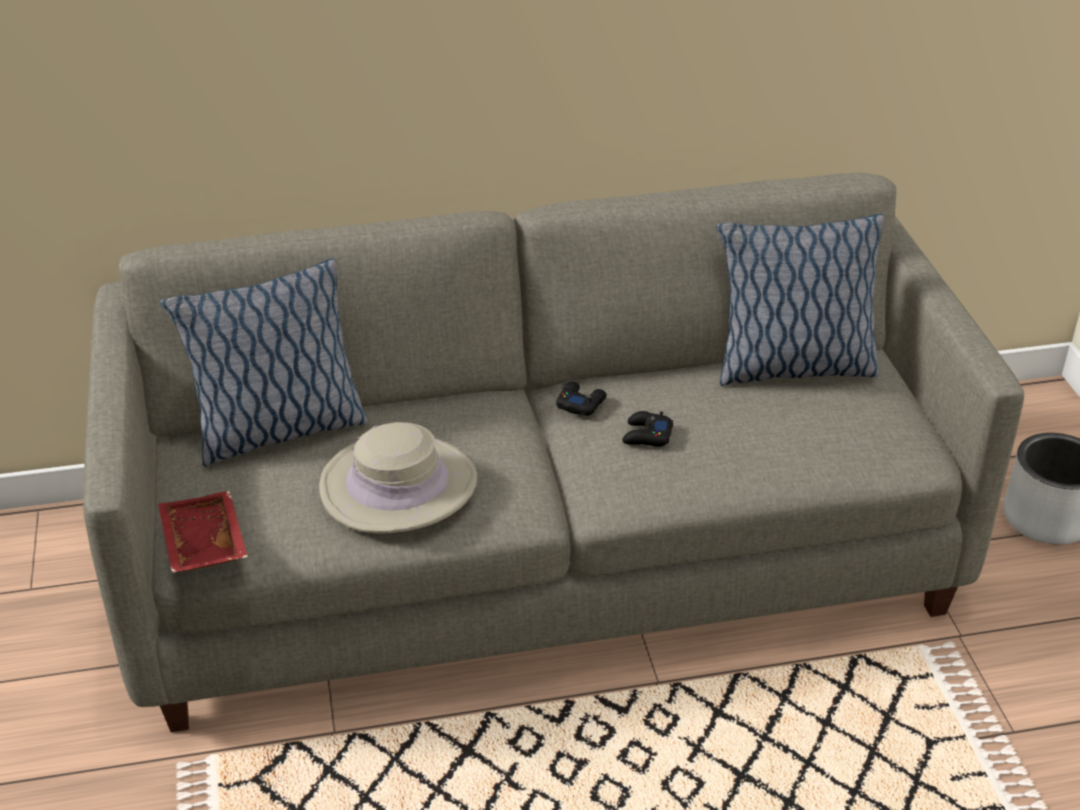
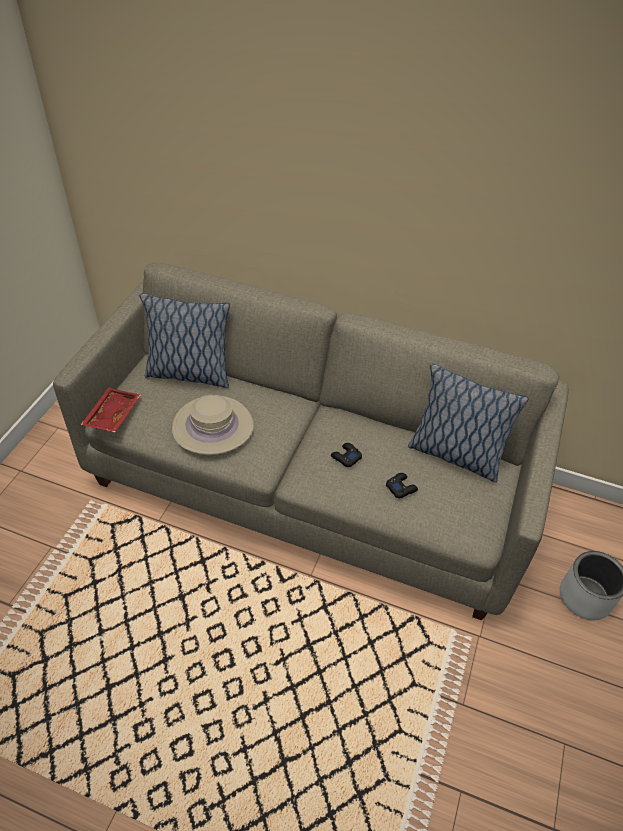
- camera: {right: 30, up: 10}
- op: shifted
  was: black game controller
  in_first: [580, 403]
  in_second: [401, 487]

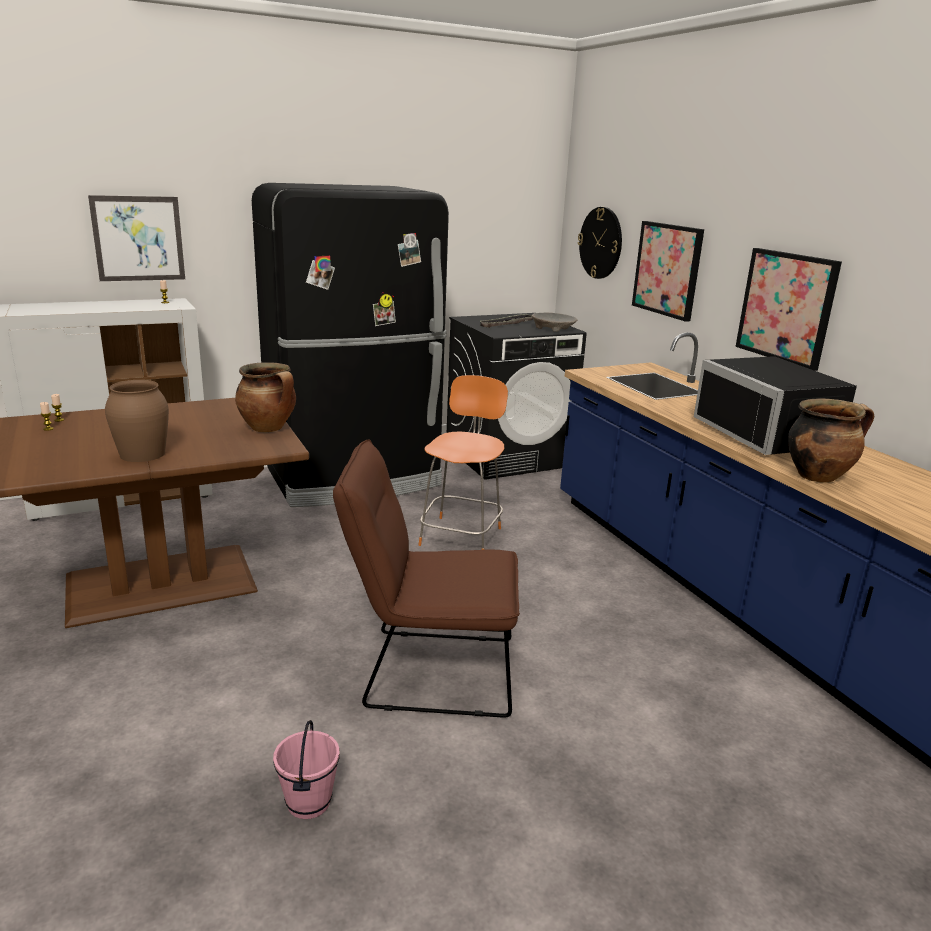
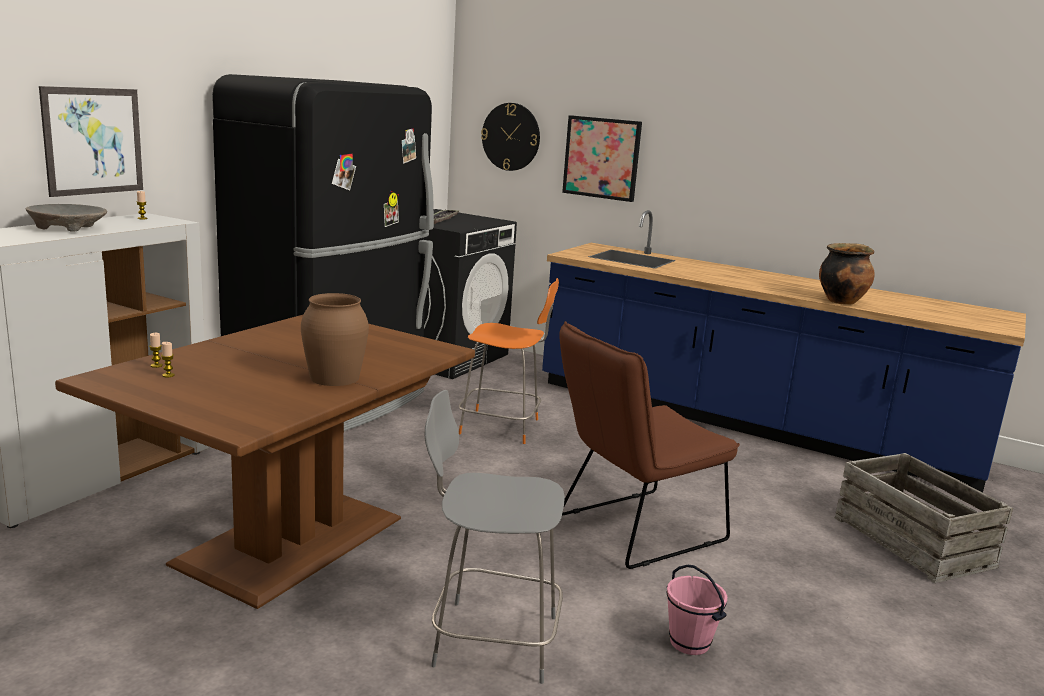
- camera: {right: -35, up: -5}
- op: shifted
  was: beige bowl
  in_first: [553, 328]
  in_second: [68, 227]
- op: new
  now: grey chair
  in_second: [490, 640]
- op: rotated
  was: orange chair
  in_first: [462, 535]
  in_second: [502, 427]
  clockwise: 120
- op: new
  now: crate
  in_second: [911, 542]
- op: gone
  was: cooking pot
  in_first: [269, 428]
- op: gone
  was: black microwave
  in_first: [772, 435]
- op: gone
  was: picture
  in_first: [787, 307]

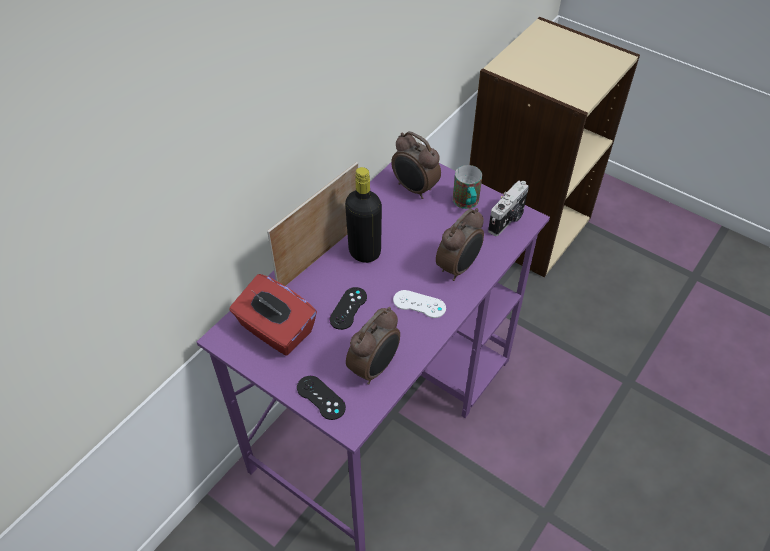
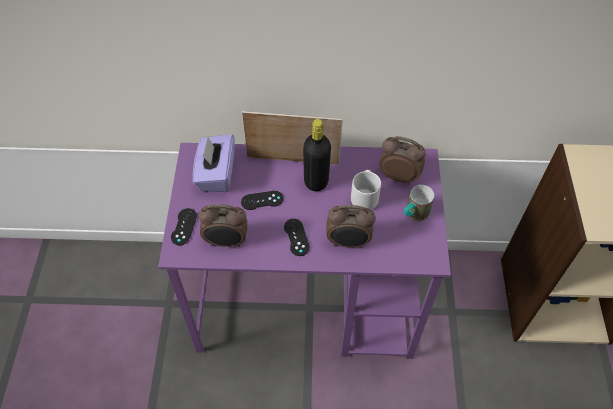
- camera: {right: 55, up: 5}
- op: repainted
  was: red tissue box
  now: purple tissue box
  in_first: [275, 330]
  in_second: [216, 174]
- op: repainted
  was: white game controller
  now: black game controller
  in_first: [419, 304]
  in_second: [296, 237]
- op: new
  now: grey mug
  in_second: [364, 197]
- op: rotated
  was: alarm clock
  in_first: [414, 189]
  in_second: [399, 176]
  clockwise: 105
- op: gone
  was: photo camera
  in_first: [508, 219]

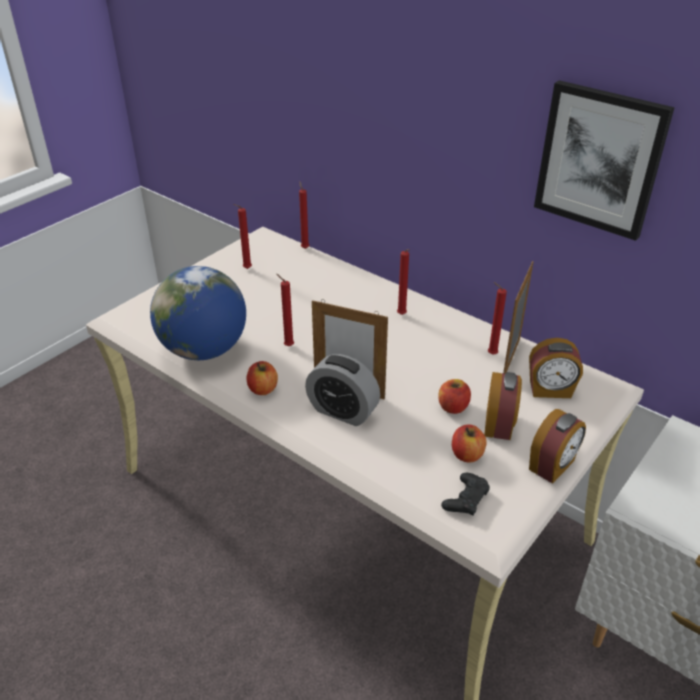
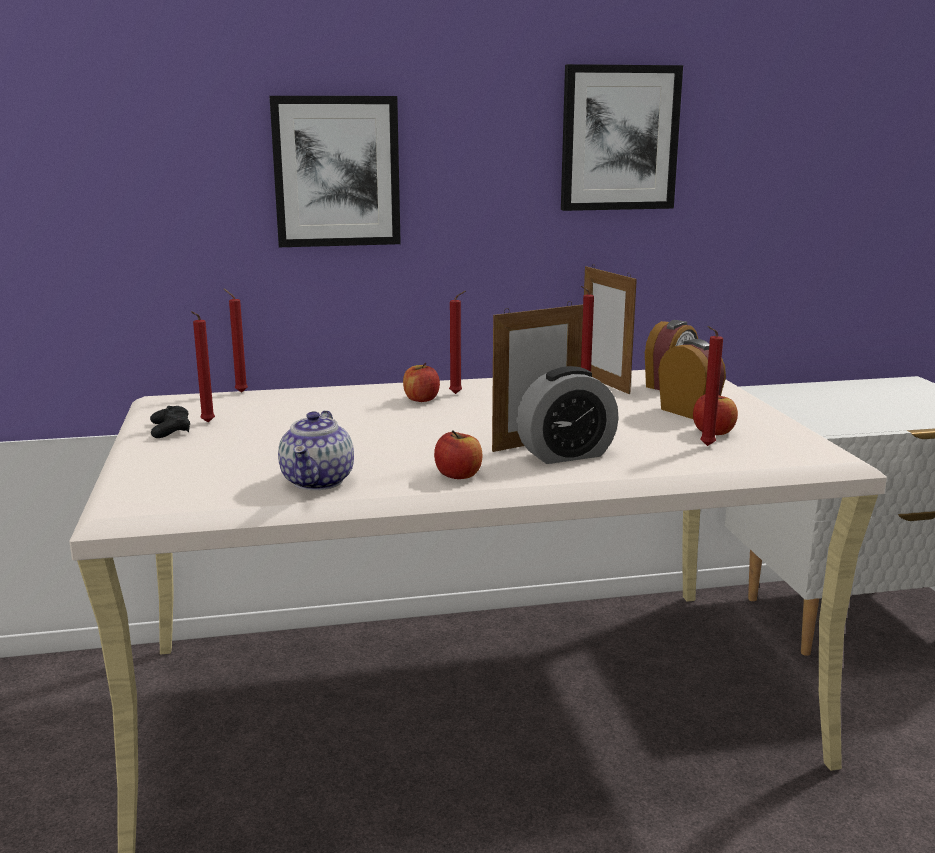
- camera: {right: -50, up: -20}
- op: shifted
  was: black game controller
  in_first: [466, 499]
  in_second: [170, 429]
- op: new
  now: picture
  in_second: [336, 171]
- op: swapped
  was: globe
  now: teapot
  in_first: [204, 350]
  in_second: [318, 481]
- op: shifted
  was: apple
  in_first: [453, 407]
  in_second: [421, 399]
- op: shifted
  was: red candle
  in_first: [287, 345]
  in_second: [705, 446]
- op: gone
  was: alarm clock
  in_first: [552, 466]

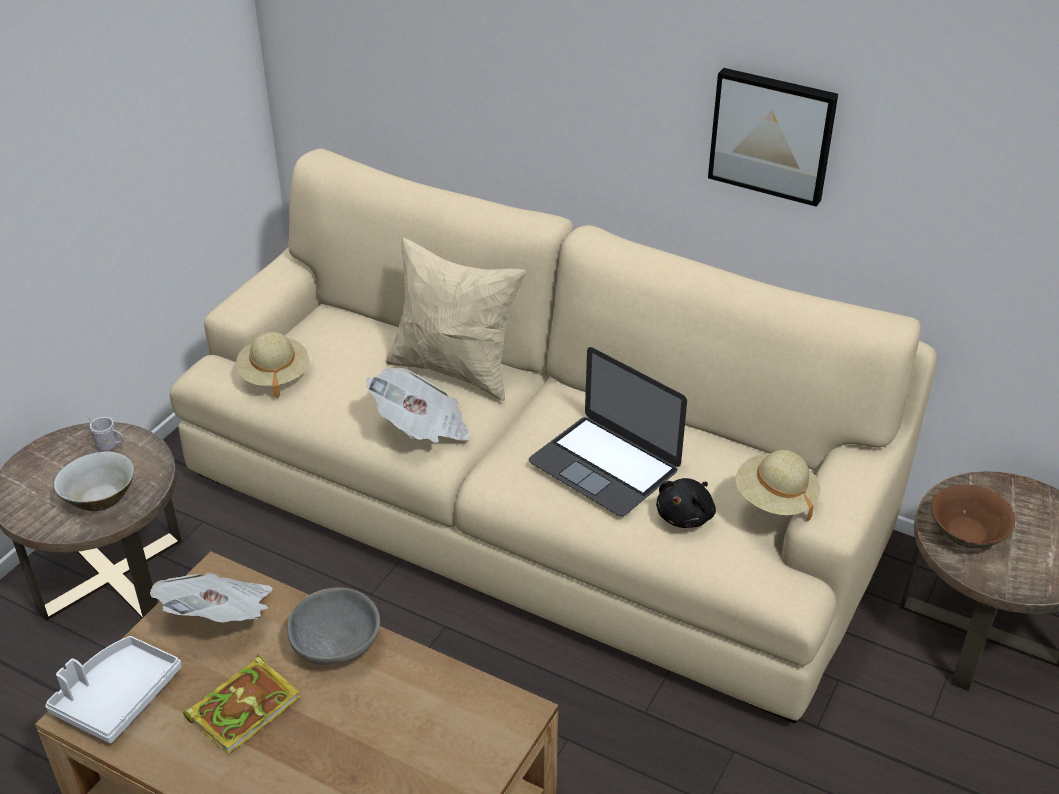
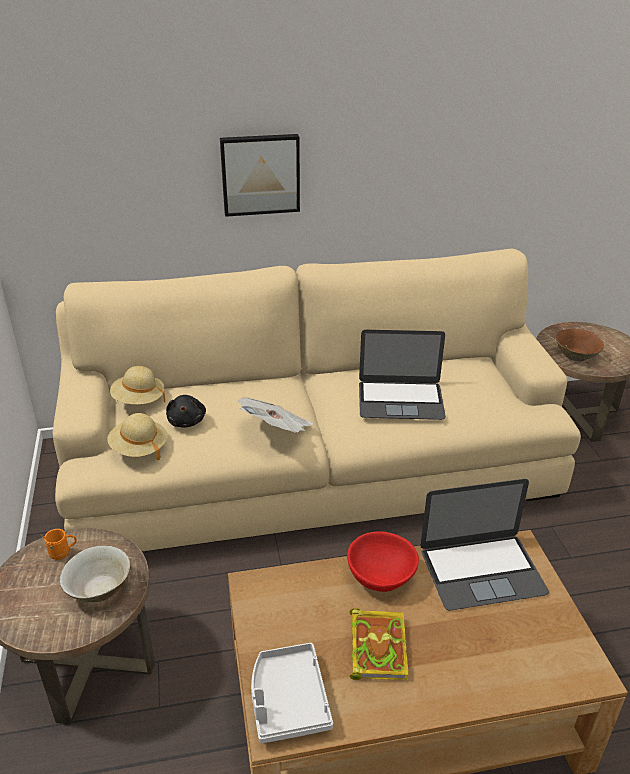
- camera: {right: -40, up: -5}
- op: repainted
  was: white mug
  now: orange mug
  in_first: [111, 447]
  in_second: [63, 553]
- op: shifted
  was: beige hat
  in_first: [775, 499]
  in_second: [139, 400]
- op: shifted
  was: black plush toy
  in_first: [686, 516]
  in_second: [187, 421]
- op: shifted
  was: picture
  in_first: [772, 134]
  in_second: [260, 174]
- op: repainted
  was: grey bowl
  now: red bowl
  in_first: [335, 646]
  in_second: [380, 576]
- op: new
  now: laptop
  in_second: [482, 571]
- op: gone
  was: newspaper
  in_first: [221, 617]
- op: gone
  was: beige pillow
  in_first: [455, 370]

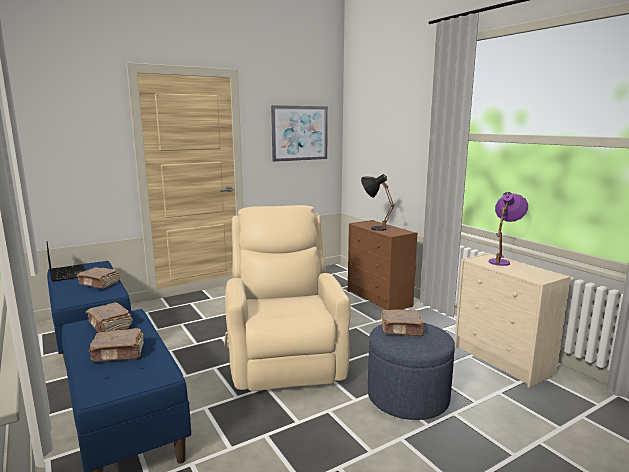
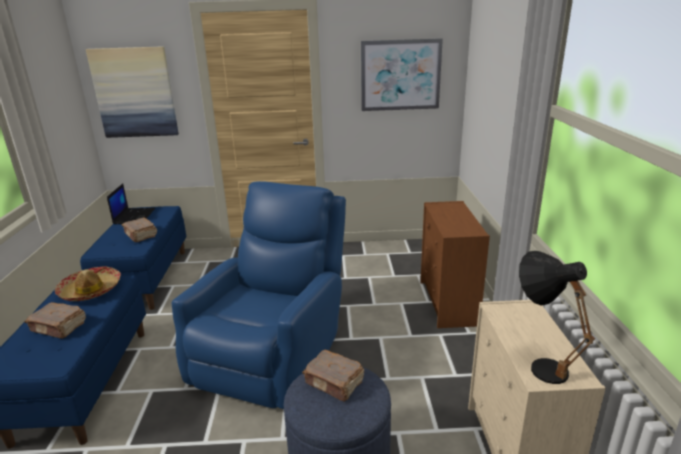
- camera: {right: 30, up: 10}
- op: swapped
  was: brown book
  now: hat
  in_first: [110, 326]
  in_second: [90, 290]
- op: new
  now: picture
  in_second: [135, 93]
- op: repainted
  was: beige armchair
  now: blue armchair
  in_first: [284, 354]
  in_second: [273, 350]
- op: shifted
  was: black table lamp
  in_first: [373, 228]
  in_second: [539, 363]
- op: gone
  was: purple table lamp
  in_first: [502, 261]

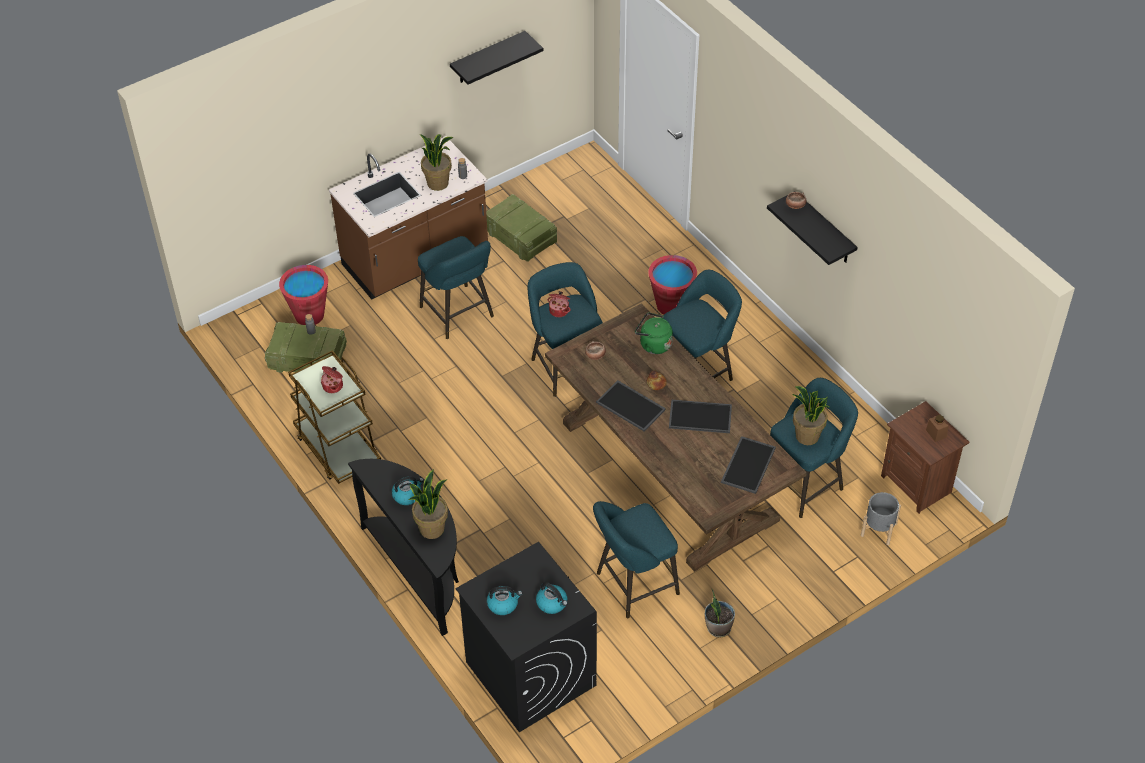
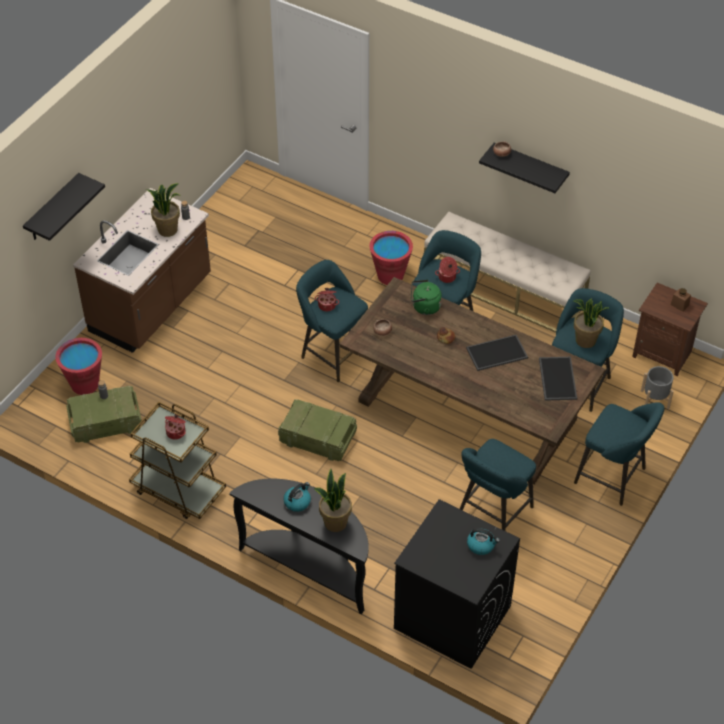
- camera: {right: -25, up: 0}
- op: shifted
  was: black shelf
  in_first: [488, 58]
  in_second: [53, 209]
- op: shifted
  was: crate
  in_first: [519, 237]
  in_second: [316, 438]
- op: new
  now: beige bench
  in_second: [503, 289]
- op: new
  now: cooking pot
  in_second: [447, 277]
- op: shifted
  was: turquoise stool
  in_first: [459, 315]
  in_second: [613, 478]
- op: gone
  was: kettle
  in_first: [503, 604]
- op: gone
  was: tray
  in_first: [631, 406]
- op: gone
  was: potted plant
  in_first: [718, 628]

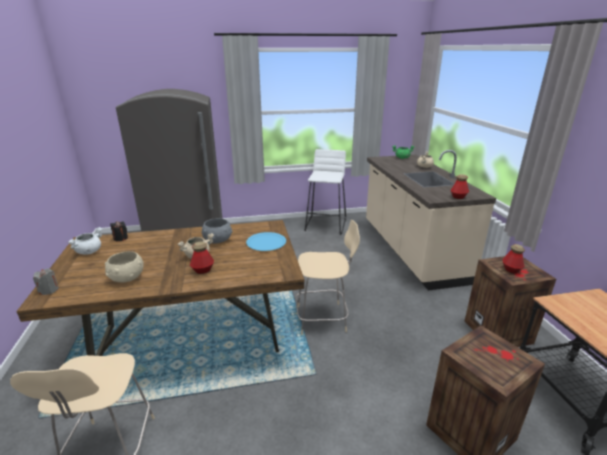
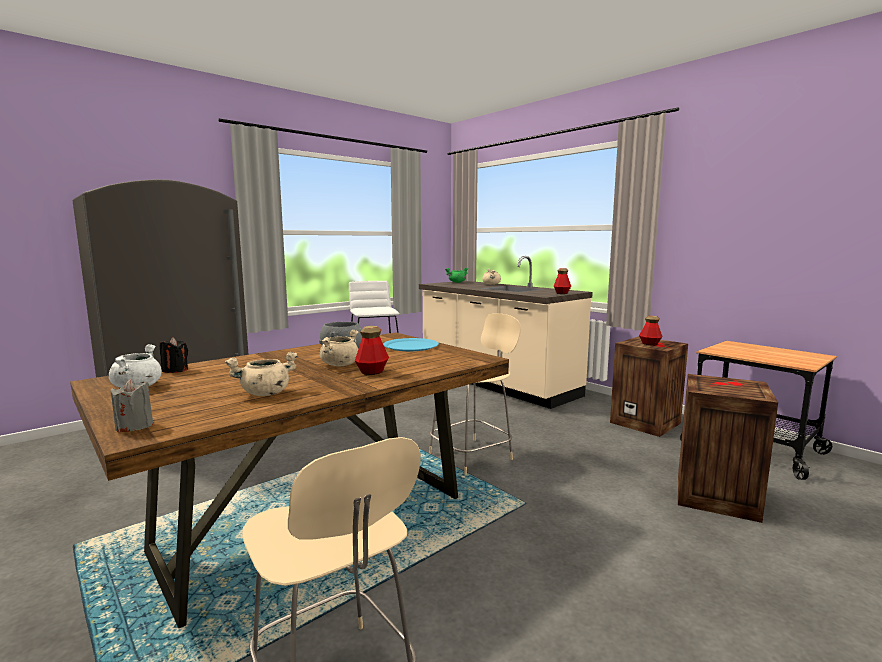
- camera: {right: -30, up: -15}
- op: swapped
  was: beige bowl
  now: beige cooking pot
  in_first: [126, 278]
  in_second: [265, 394]

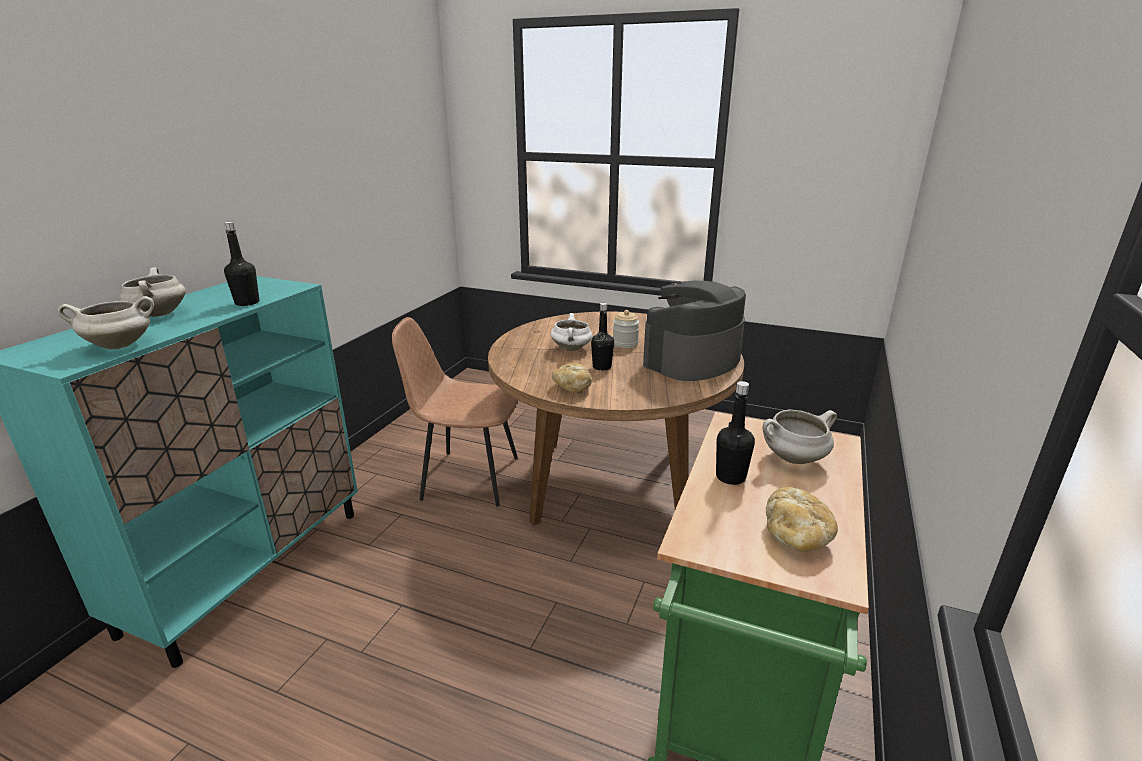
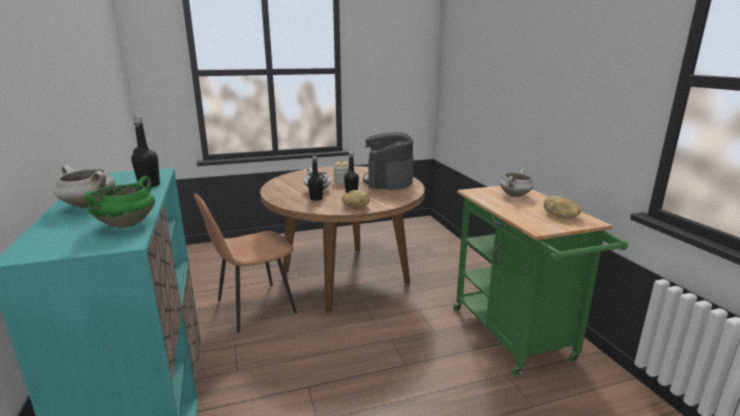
- camera: {right: -40, up: -5}
- op: repainted
  was: white cooking pot
  now: green cooking pot
  in_first: [121, 345]
  in_second: [127, 224]
- op: shifted
  was: black bottle
  in_first: [730, 477]
  in_second: [316, 199]

